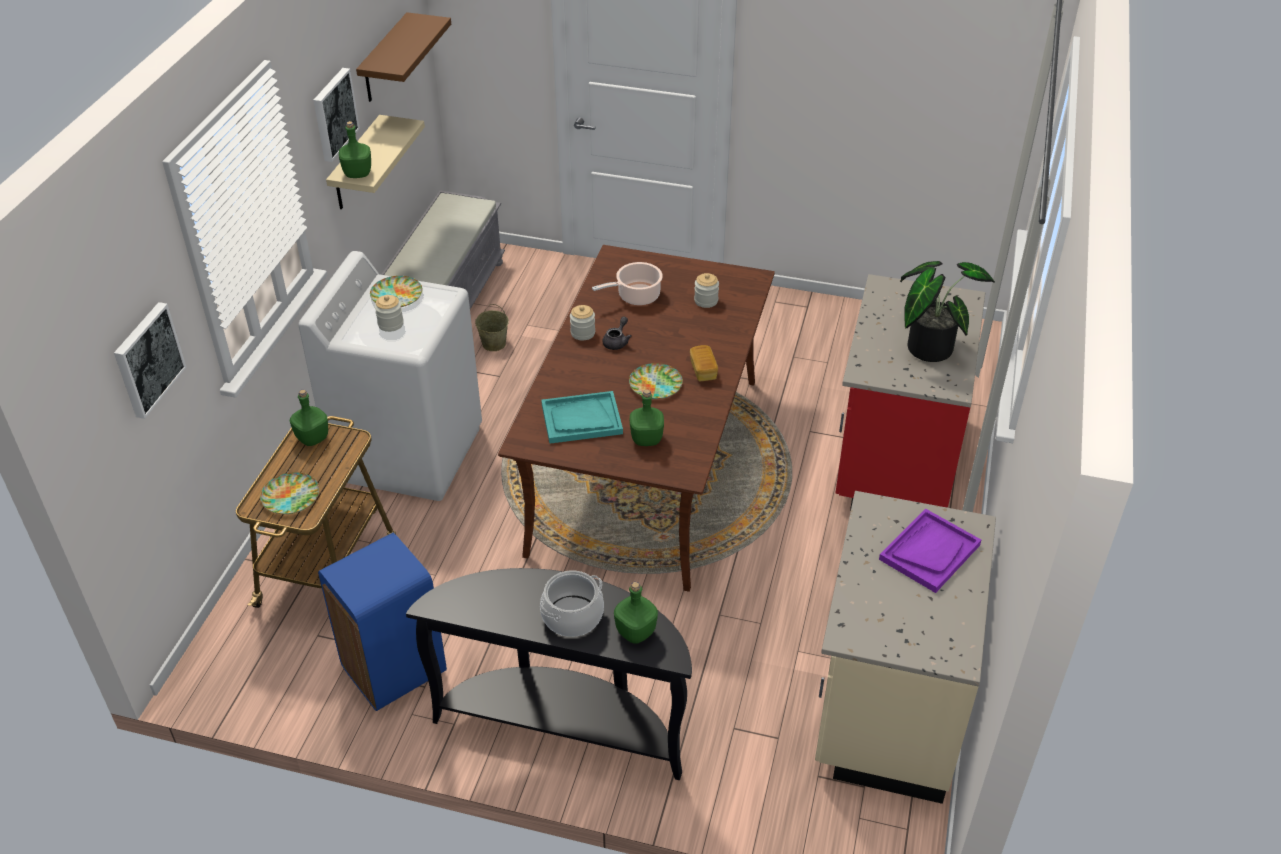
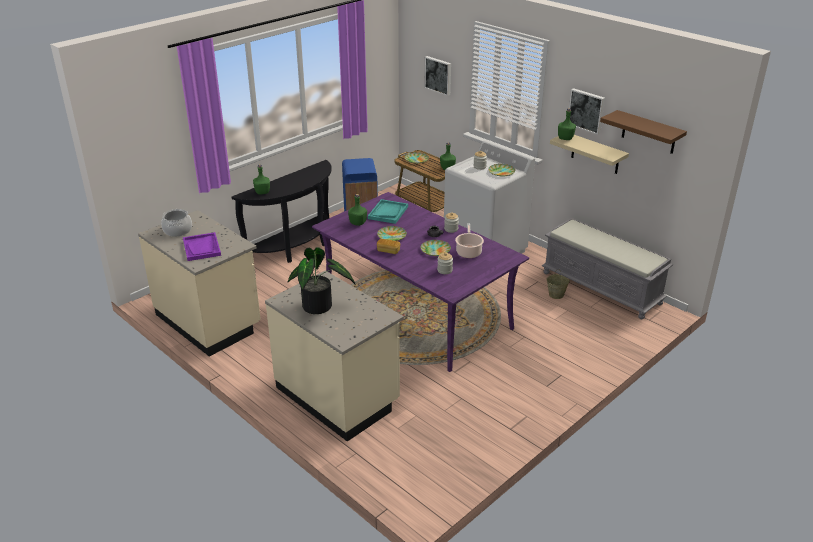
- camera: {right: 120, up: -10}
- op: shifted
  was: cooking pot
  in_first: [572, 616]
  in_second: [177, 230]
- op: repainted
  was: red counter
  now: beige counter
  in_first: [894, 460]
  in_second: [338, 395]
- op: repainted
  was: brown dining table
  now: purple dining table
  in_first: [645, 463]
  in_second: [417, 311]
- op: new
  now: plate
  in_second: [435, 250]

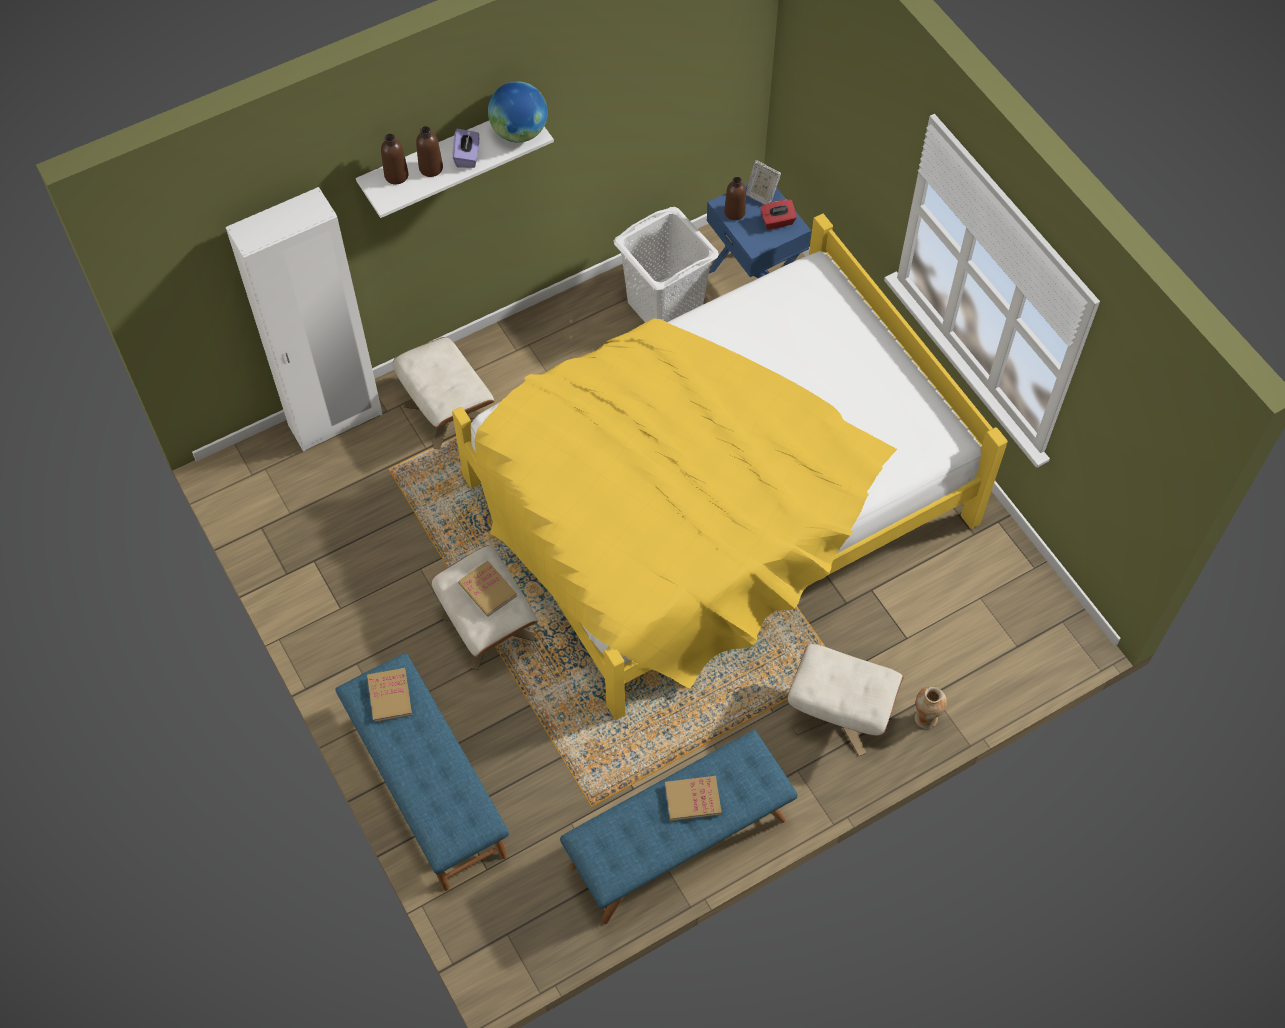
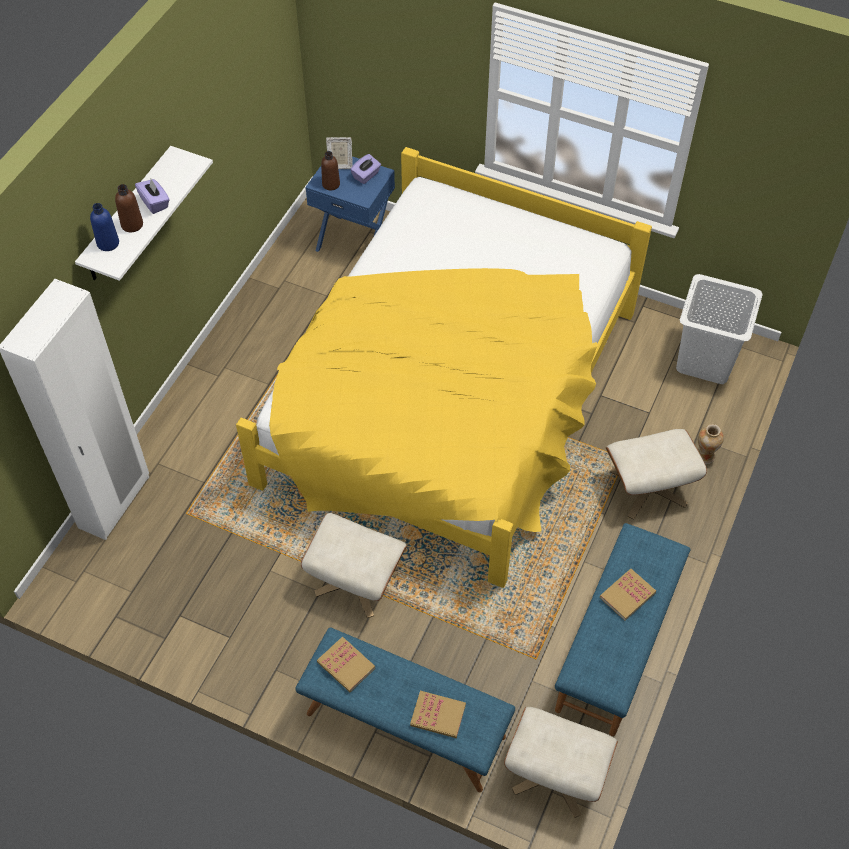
- camera: {right: -35, up: -5}
- op: repainted
  was: brown bottle
  now: blue bottle
  in_first: [396, 175]
  in_second: [108, 243]
- op: repainted
  was: red tissue box
  now: purple tissue box
  in_first: [777, 221]
  in_second: [366, 175]
- op: shifted
  was: book
  in_first: [487, 590]
  in_second: [438, 715]
- op: shifted
  was: beige ottoman
  in_first: [447, 412]
  in_second: [555, 773]
- op: shifted
  was: white laundry basket
  in_first: [664, 307]
  in_second: [705, 361]
- op: gone
  was: globe
  in_first: [519, 132]

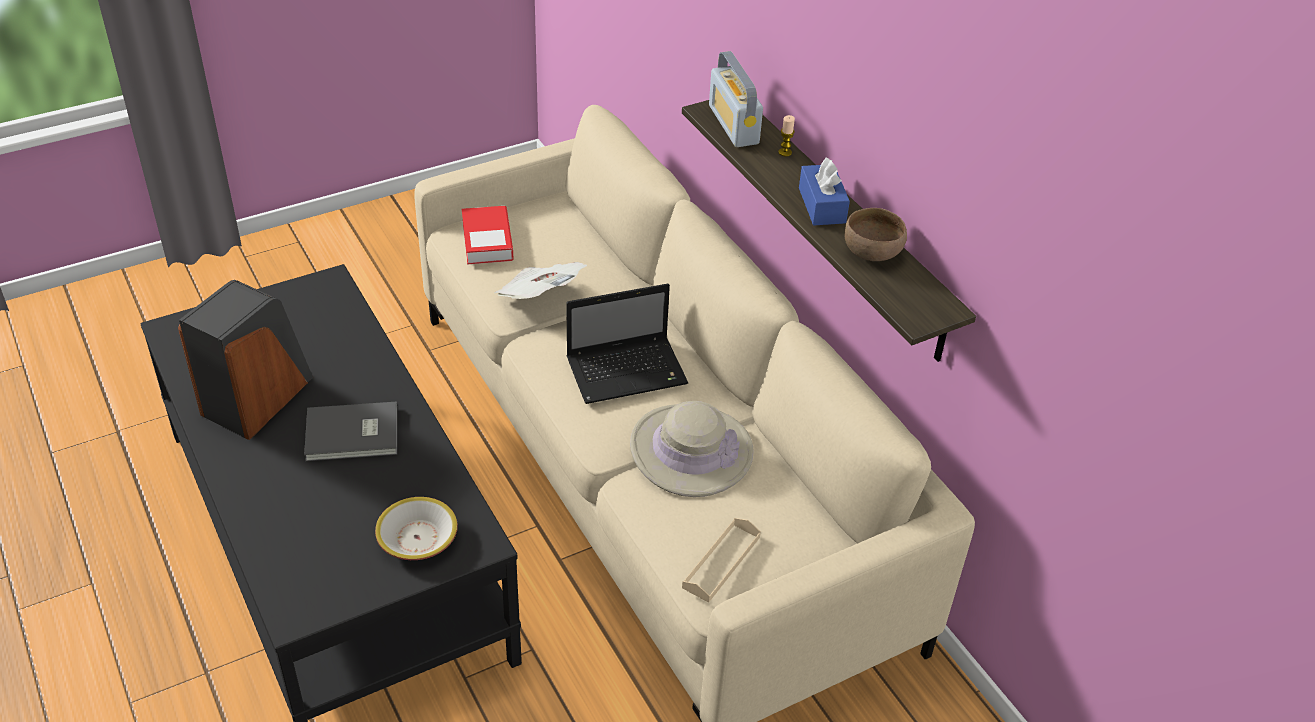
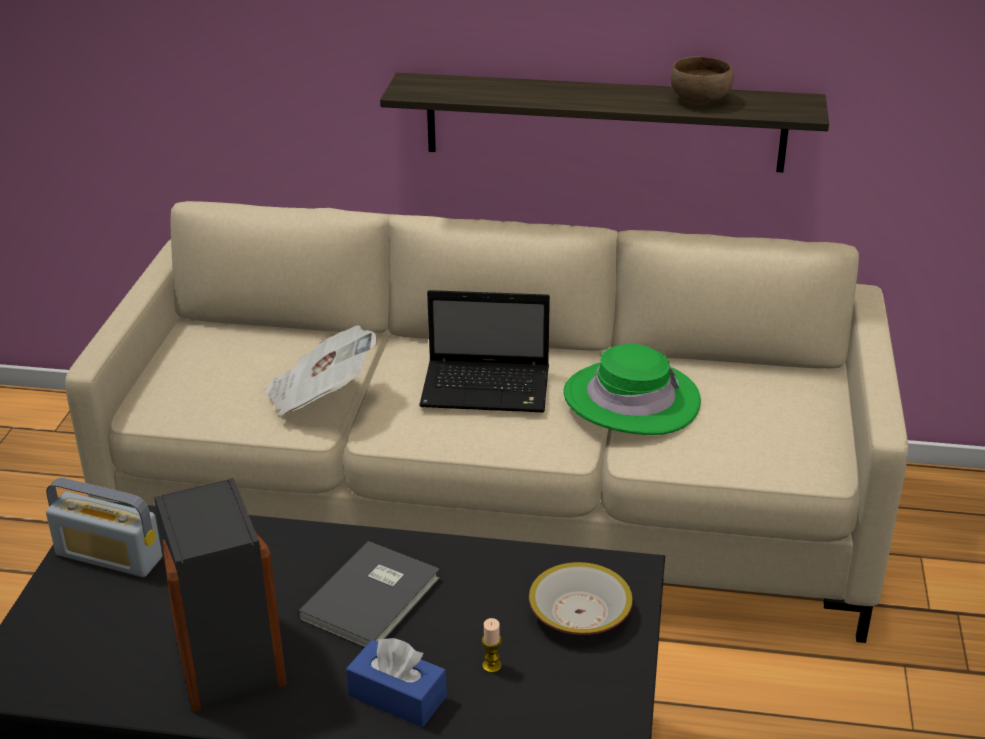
- camera: {right: -50, up: -10}
- op: shifted
  was: radio
  in_first: [733, 125]
  in_second: [109, 556]
- op: shifted
  was: blue tissue box
  in_first: [822, 205]
  in_second: [397, 696]
- op: rotated
  was: laptop
  in_first: [628, 371]
  in_second: [488, 389]
  clockwise: 75
- op: shifted
  was: candle
  in_first: [785, 152]
  in_second: [491, 666]
- op: repainted
  was: beige hat
  now: green hat
  in_first: [691, 450]
  in_second: [631, 399]
- op: gone
  was: book
  in_first: [487, 240]
- op: gone
  was: beige tray
  in_first: [721, 562]

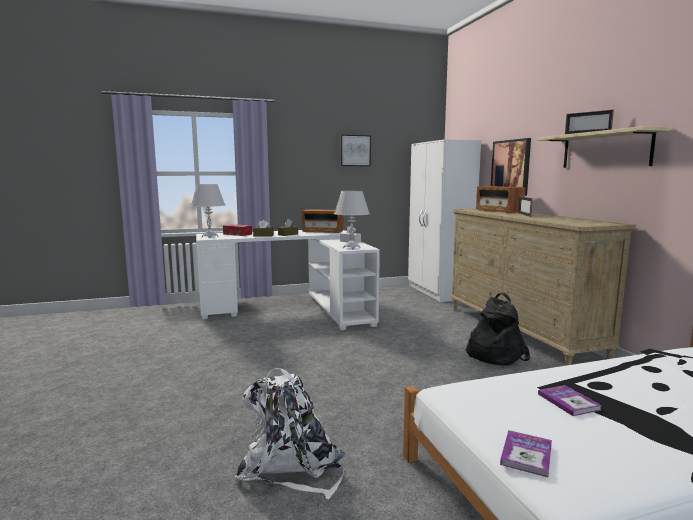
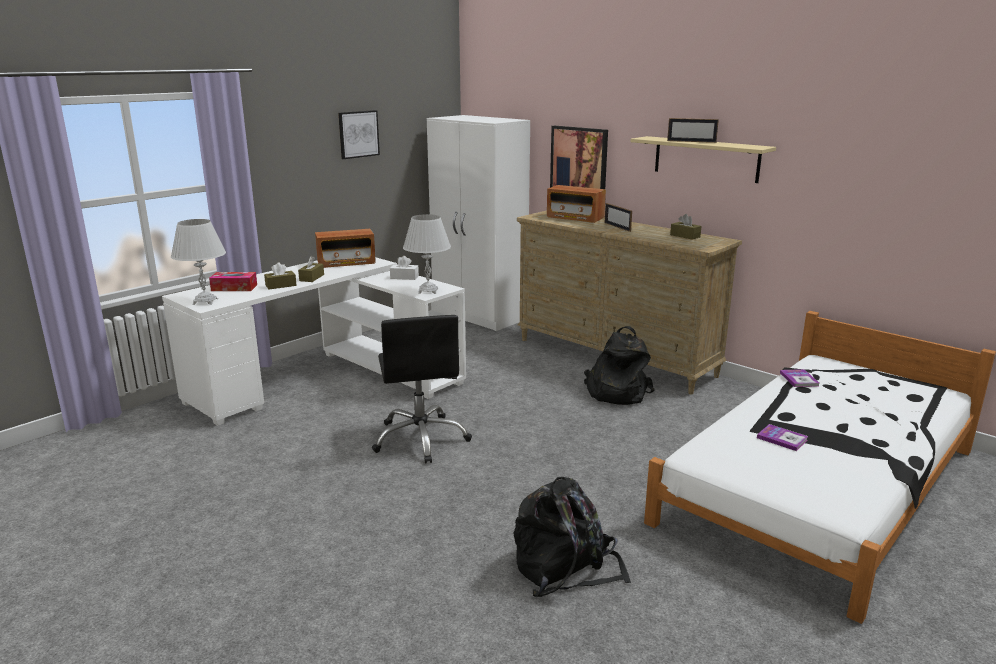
- camera: {right: -30, up: 10}
- op: new
  now: black office chair
  in_second: [421, 438]
- op: repainted
  was: white backpack
  now: black backpack
  in_first: [291, 467]
  in_second: [566, 568]
- op: new
  now: brown tissue box
  in_second: [685, 236]
- op: shifted
  was: book
  in_first: [526, 454]
  in_second: [799, 379]

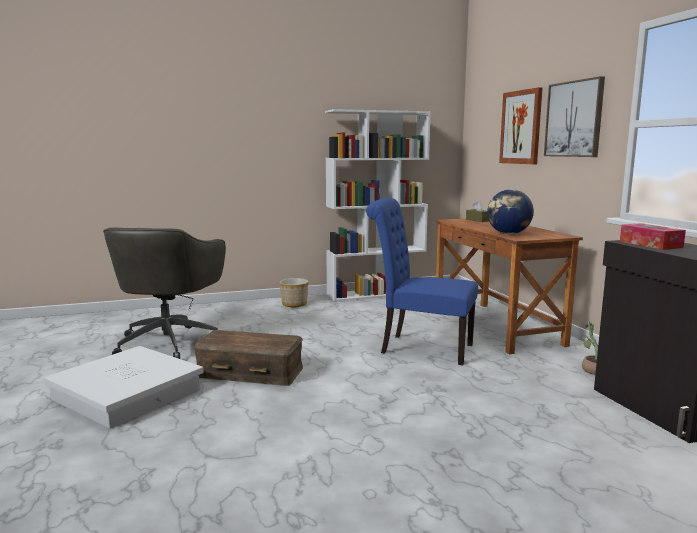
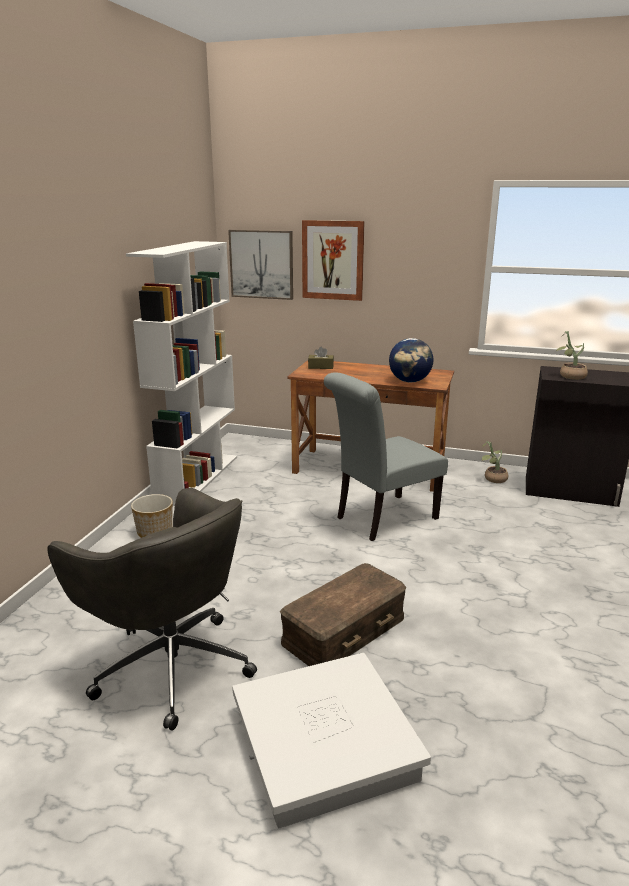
- camera: {right: -55, up: 10}
- op: shifted
  was: picture
  in_first: [574, 119]
  in_second: [261, 264]
- op: repainted
  was: blue chair
  now: grey chair
  in_first: [420, 348]
  in_second: [381, 519]
- op: swapped
  was: tissue box
  now: potted plant
  in_first: [650, 244]
  in_second: [569, 376]

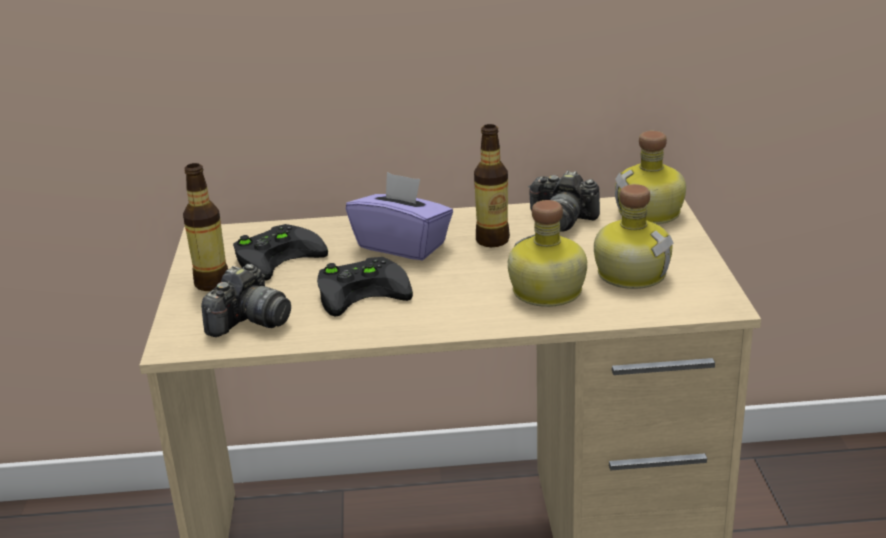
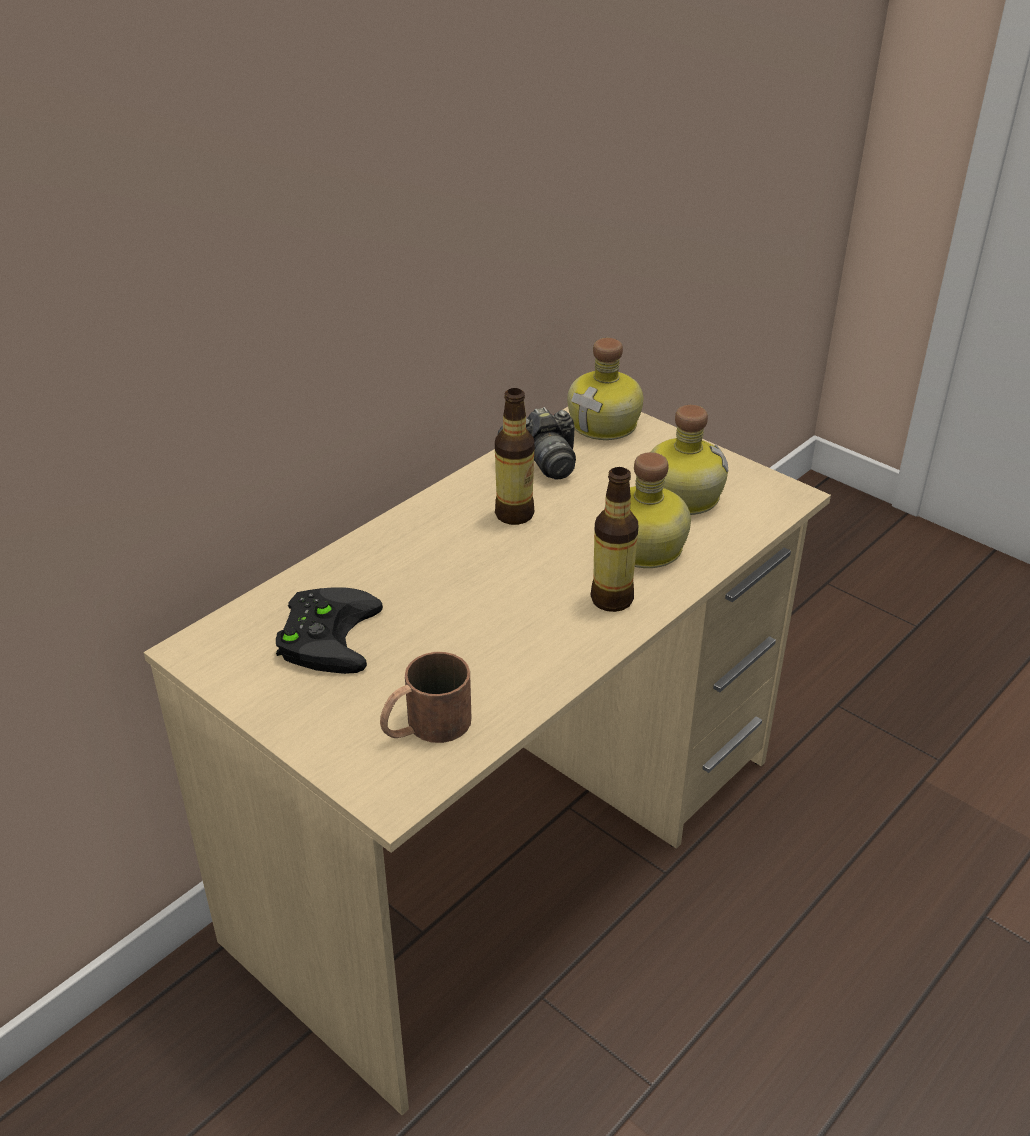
- camera: {right: -45, up: 10}
- op: swapped
  was: photo camera
  now: brown mug
  in_first: [249, 321]
  in_second: [425, 726]
- op: shifted
  was: bottle
  in_first: [212, 283]
  in_second: [611, 599]
- op: gone
  was: black game controller
  in_first: [364, 290]
- op: gone
  was: purple tissue box
  in_first: [402, 245]

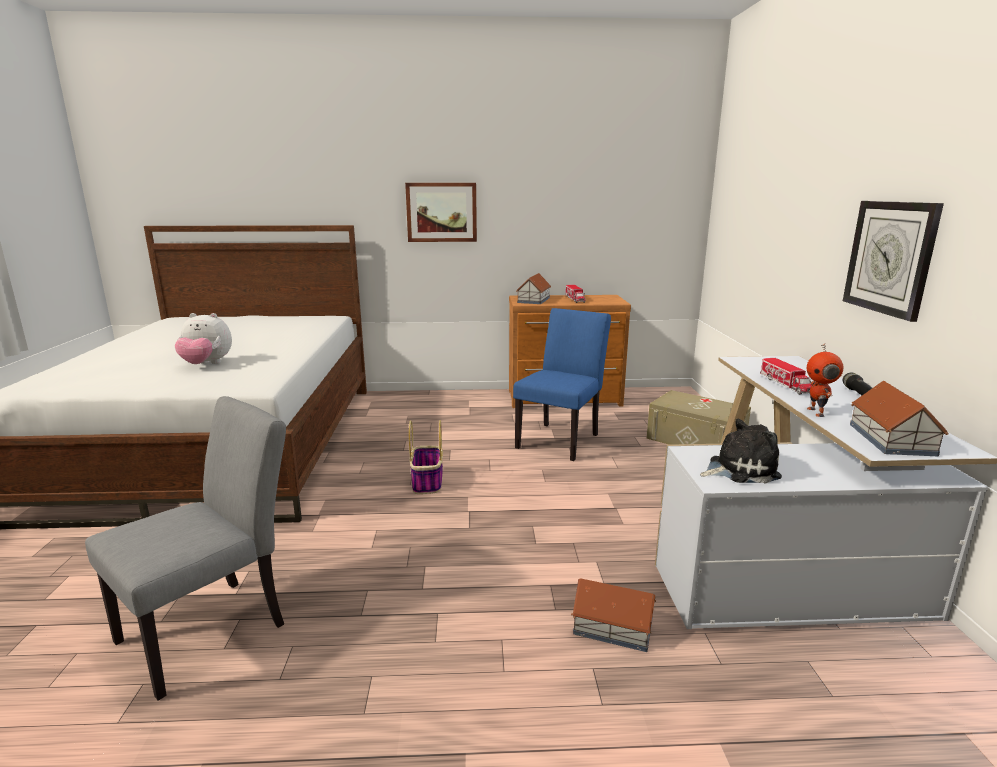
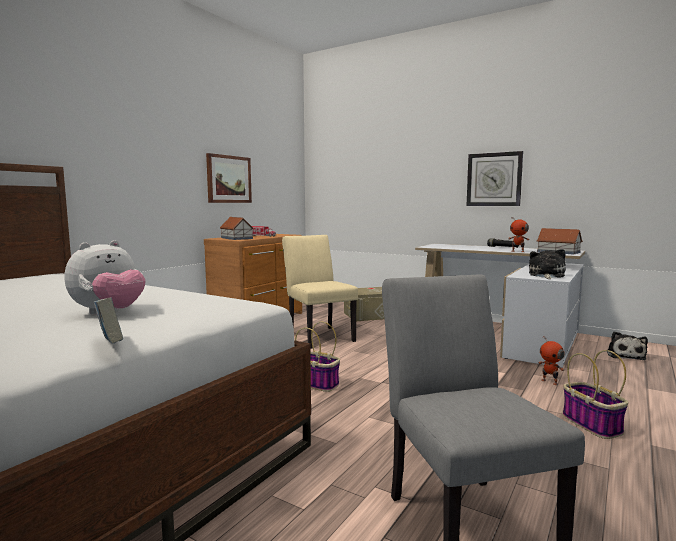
- camera: {right: -55, up: -10}
- op: new
  now: book
  in_second: [110, 345]
- op: shifted
  was: picture
  in_first: [441, 212]
  in_second: [229, 179]
- op: repainted
  was: blue chair
  now: beige chair
  in_first: [561, 439]
  in_second: [318, 336]
- op: swapped
  was: toy house
  now: toy robot
  in_first: [613, 627]
  in_second: [550, 382]
- op: new
  now: basket
  in_second: [593, 425]
- op: new
  now: plush toy
  in_second: [625, 355]
- op: gone
  was: toy truck
  in_first: [786, 384]

